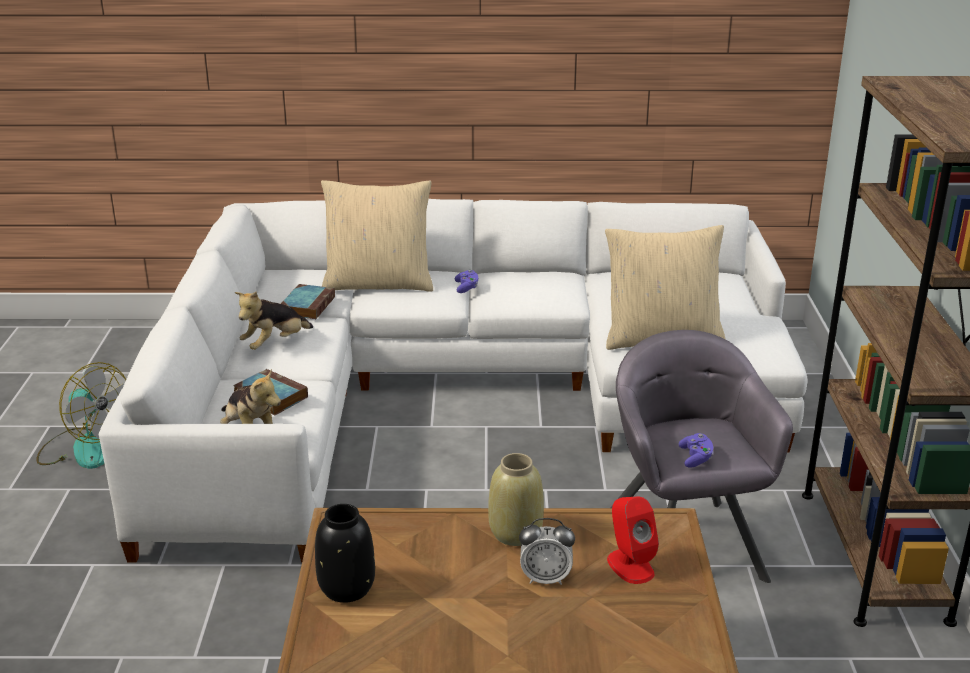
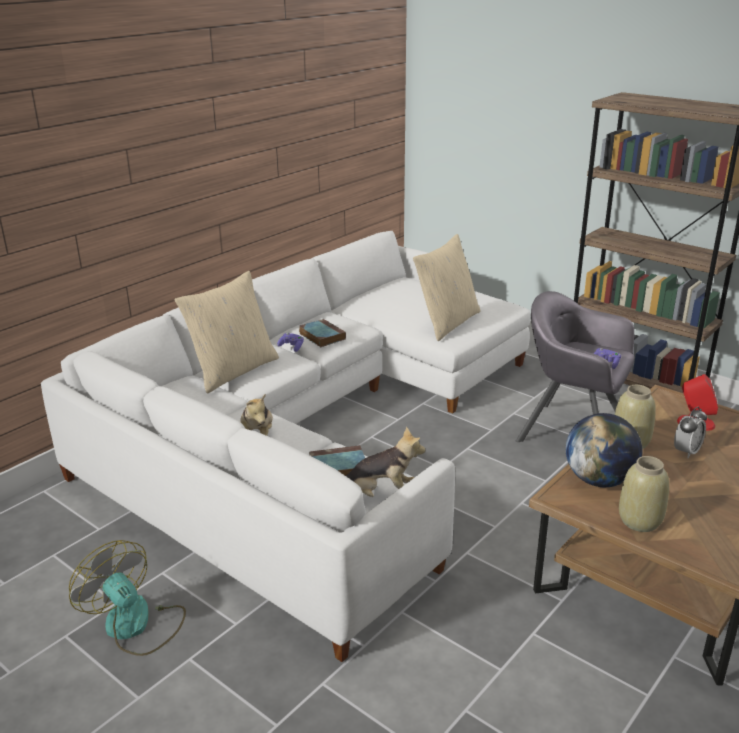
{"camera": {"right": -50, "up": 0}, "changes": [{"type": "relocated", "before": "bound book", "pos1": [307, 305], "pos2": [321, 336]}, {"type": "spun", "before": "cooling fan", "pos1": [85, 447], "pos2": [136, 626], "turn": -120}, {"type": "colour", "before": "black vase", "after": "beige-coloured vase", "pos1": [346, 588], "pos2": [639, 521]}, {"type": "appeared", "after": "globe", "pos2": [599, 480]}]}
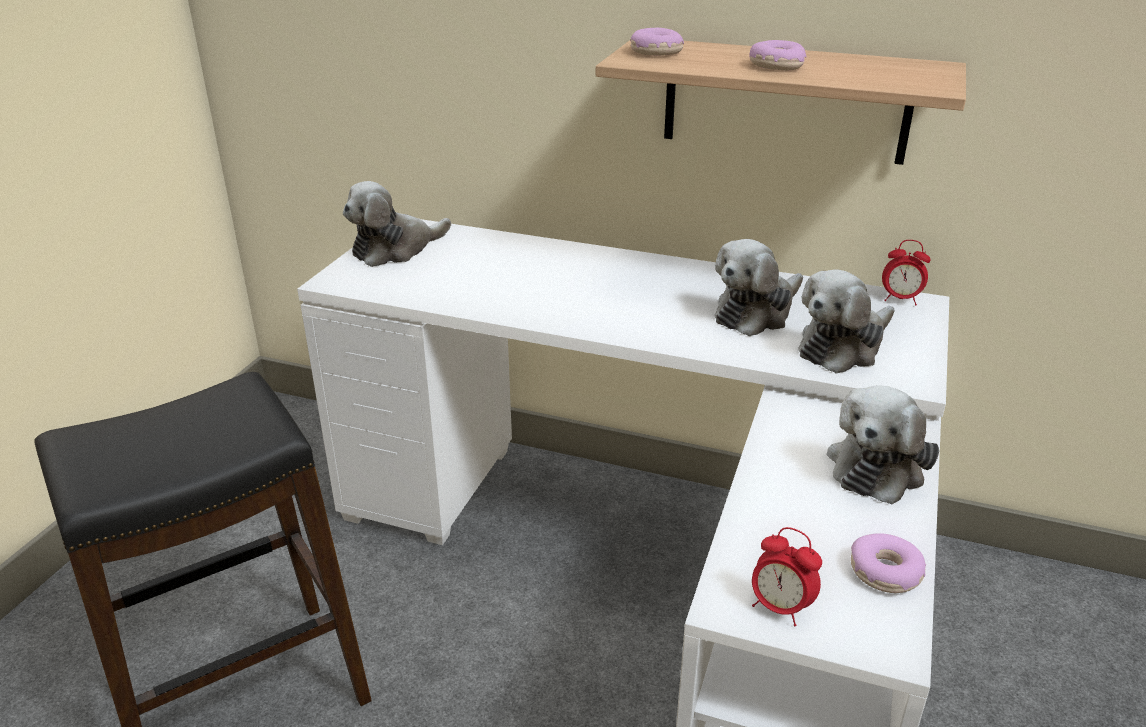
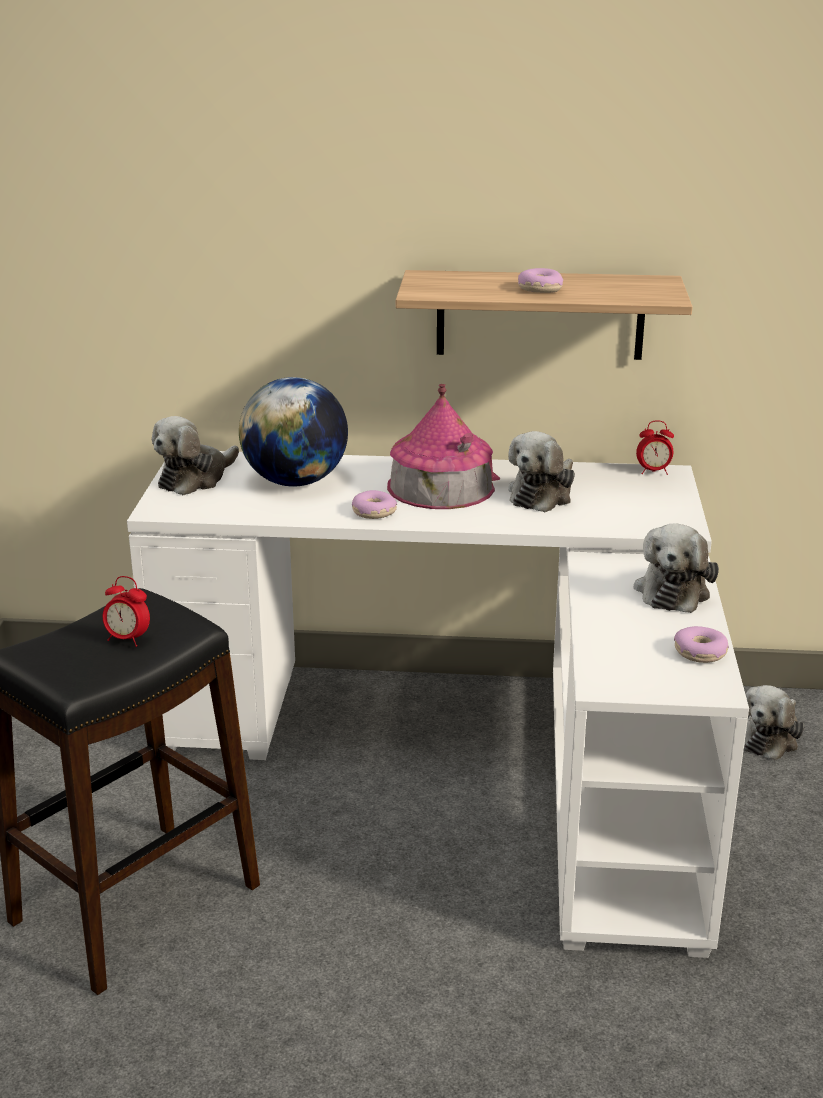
{"camera": {"right": -15, "up": -5}, "changes": [{"type": "relocated", "before": "donut", "pos1": [655, 52], "pos2": [373, 512]}, {"type": "relocated", "before": "plush toy", "pos1": [843, 347], "pos2": [769, 737]}, {"type": "relocated", "before": "table clock", "pos1": [780, 608], "pos2": [128, 639]}, {"type": "appeared", "after": "globe", "pos2": [295, 481]}, {"type": "appeared", "after": "toy house", "pos2": [441, 486]}]}
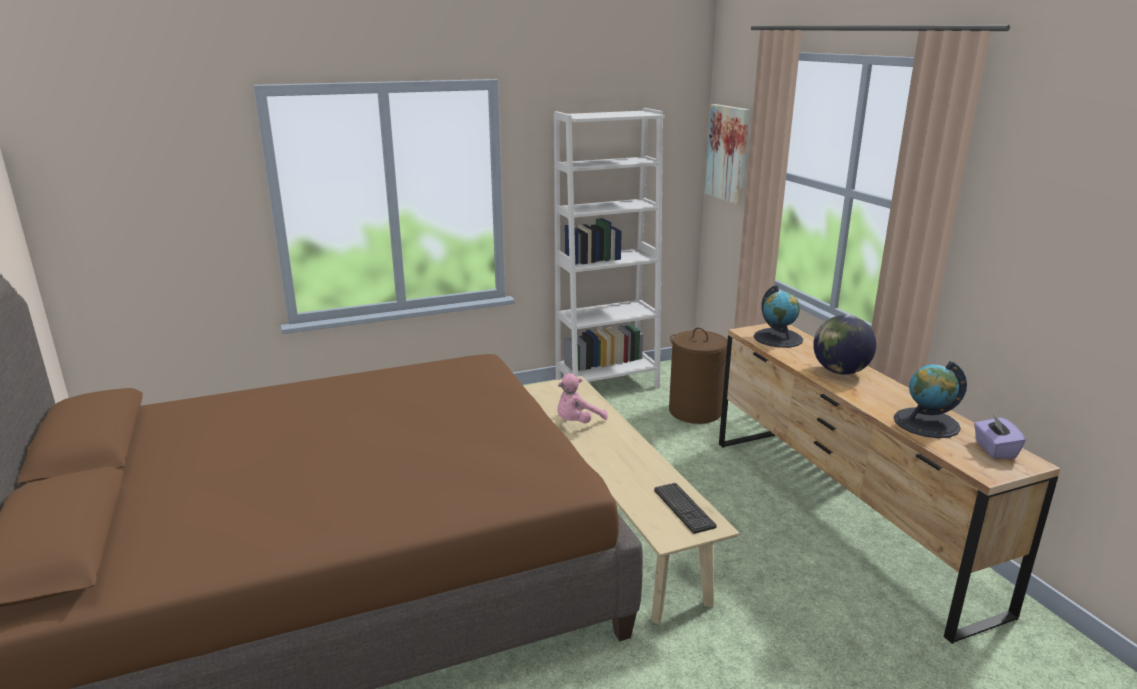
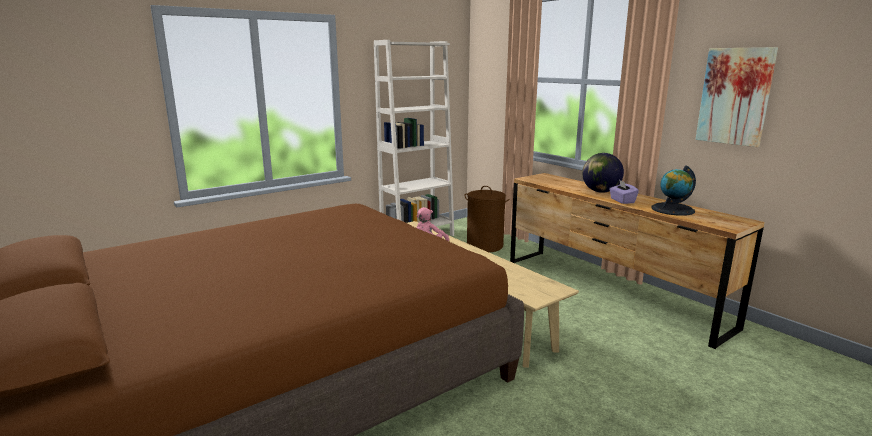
{"camera": {"right": -15, "up": -5}, "changes": [{"type": "relocated", "before": "wall picture", "pos1": [728, 153], "pos2": [735, 96]}, {"type": "missing", "before": "globe", "pos1": [778, 338]}, {"type": "relocated", "before": "purplish tissue box", "pos1": [994, 449], "pos2": [622, 201]}, {"type": "missing", "before": "PC keyboard", "pos1": [684, 508]}]}
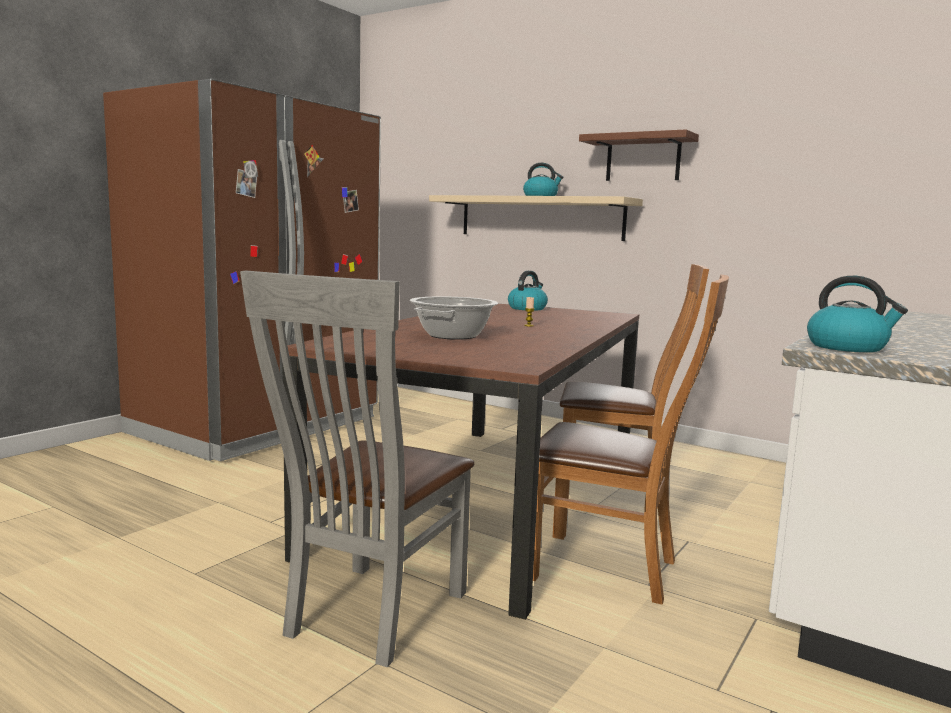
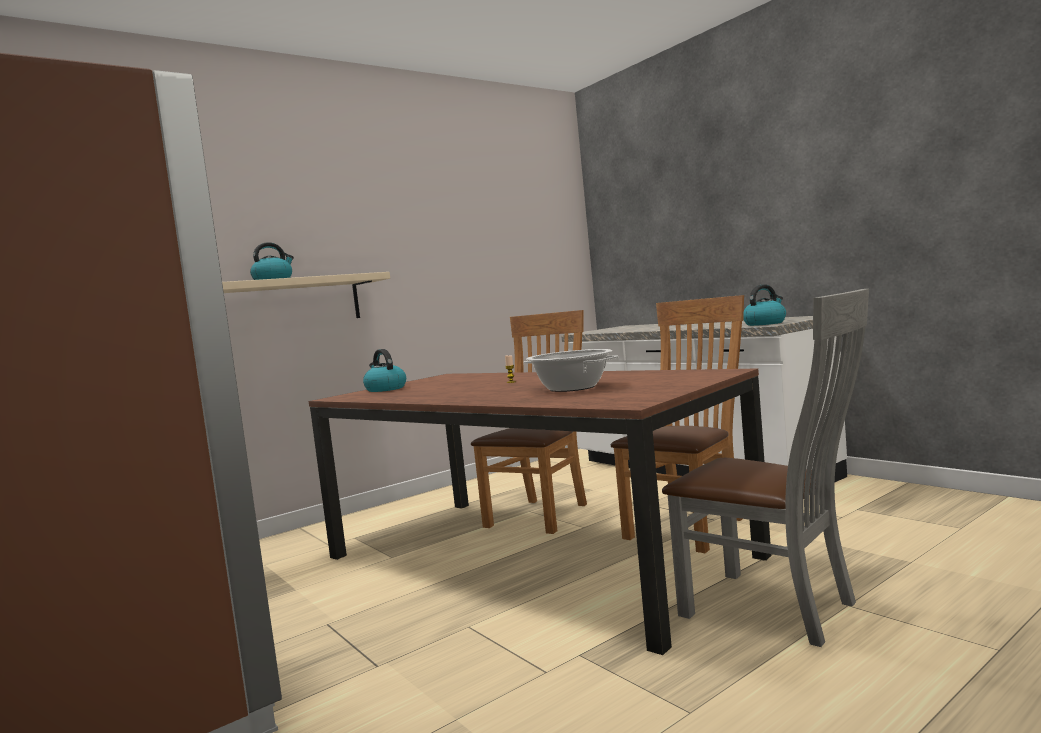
{"camera": {"right": -70, "up": -5}, "changes": [{"type": "missing", "before": "brownish shelf", "pos1": [643, 158]}]}
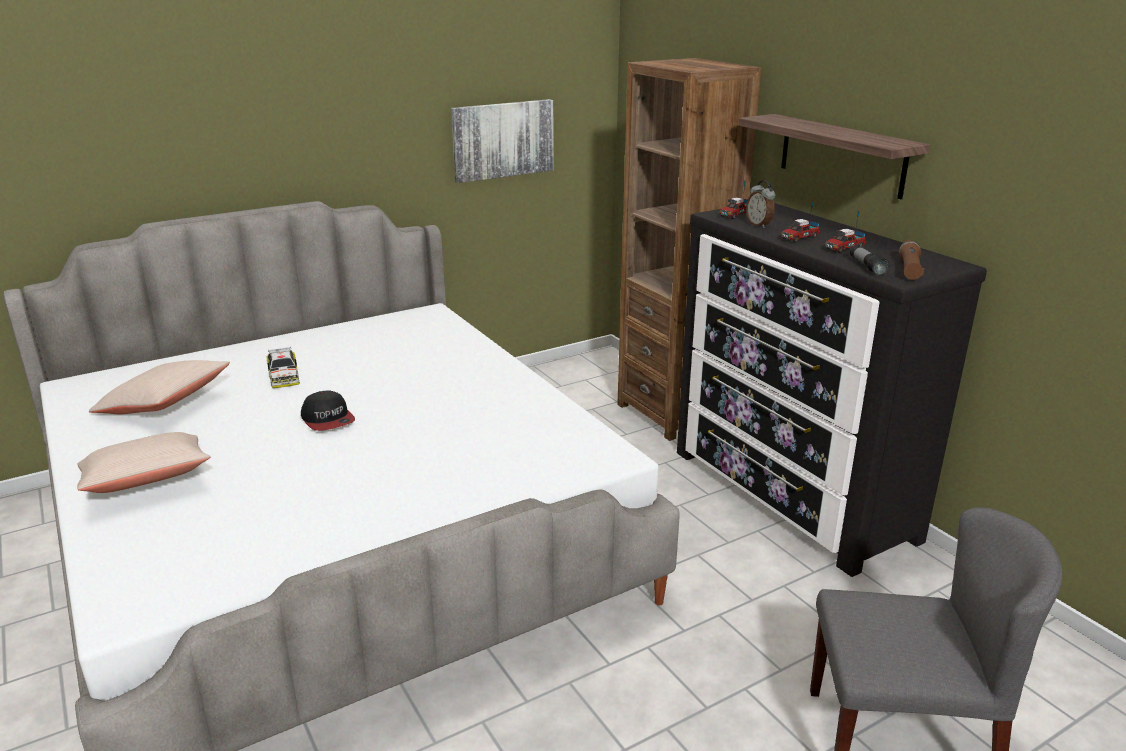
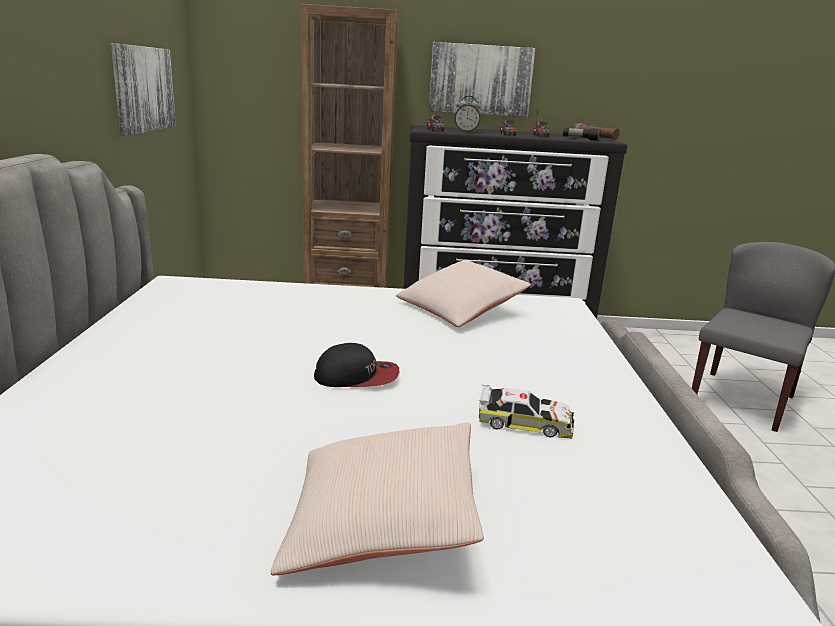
{"camera": {"right": -60, "up": -5}, "changes": [{"type": "exchanged", "before": "shelf", "after": "wall picture", "pos1": [841, 155], "pos2": [480, 80]}, {"type": "relocated", "before": "model car", "pos1": [283, 375], "pos2": [524, 423]}, {"type": "relocated", "before": "beige-coloured pillow", "pos1": [165, 404], "pos2": [460, 309]}]}
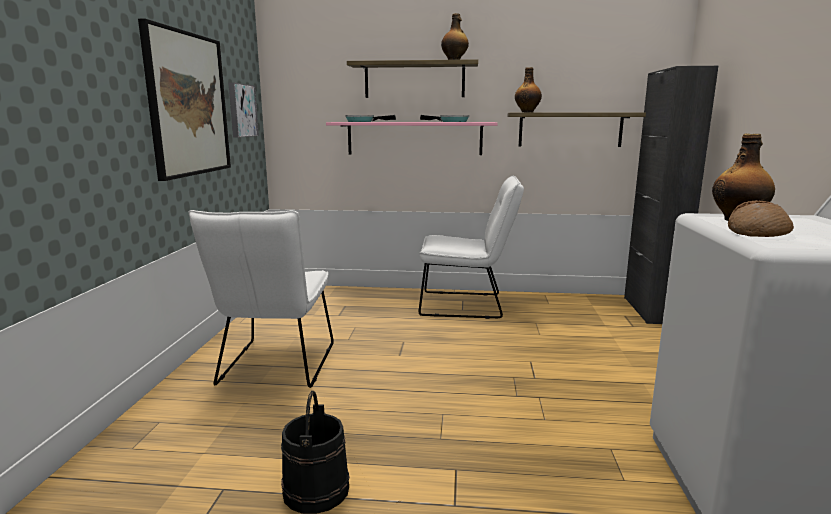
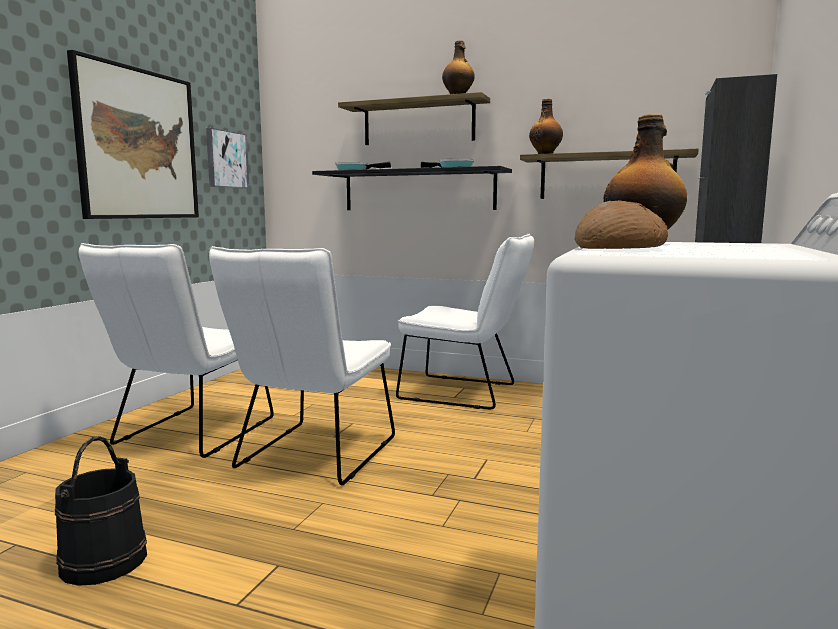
{"camera": {"right": 15, "up": -5}, "changes": [{"type": "colour", "before": "pink shelf", "after": "black shelf", "pos1": [414, 138], "pos2": [418, 190]}, {"type": "appeared", "after": "white-coloured upright chair", "pos2": [312, 457]}]}
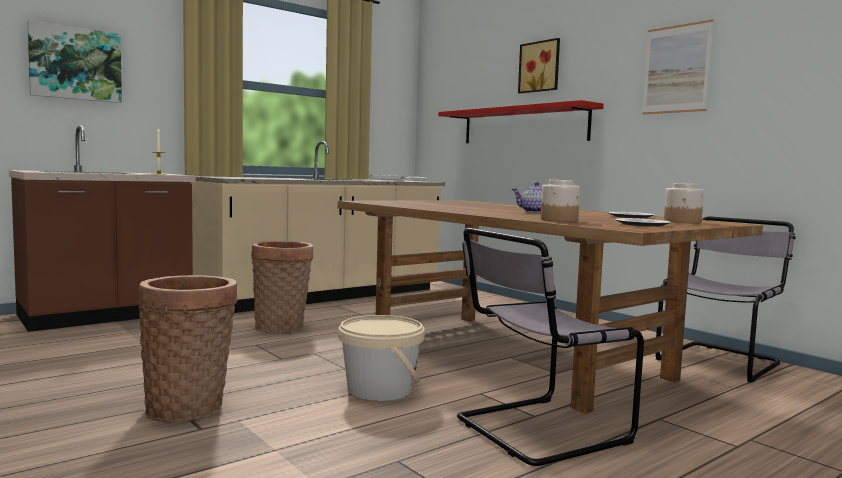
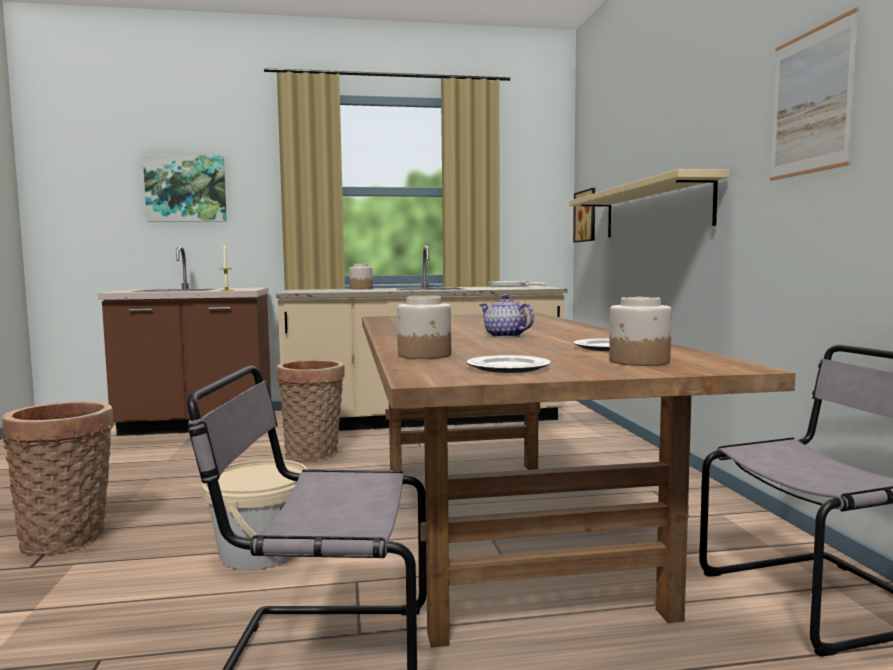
{"camera": {"right": 30, "up": 0}, "changes": [{"type": "relocated", "before": "wall picture", "pos1": [540, 67], "pos2": [587, 216]}, {"type": "colour", "before": "red shelf", "after": "beige-coloured shelf", "pos1": [523, 125], "pos2": [654, 210]}, {"type": "appeared", "after": "jar", "pos2": [361, 288]}]}
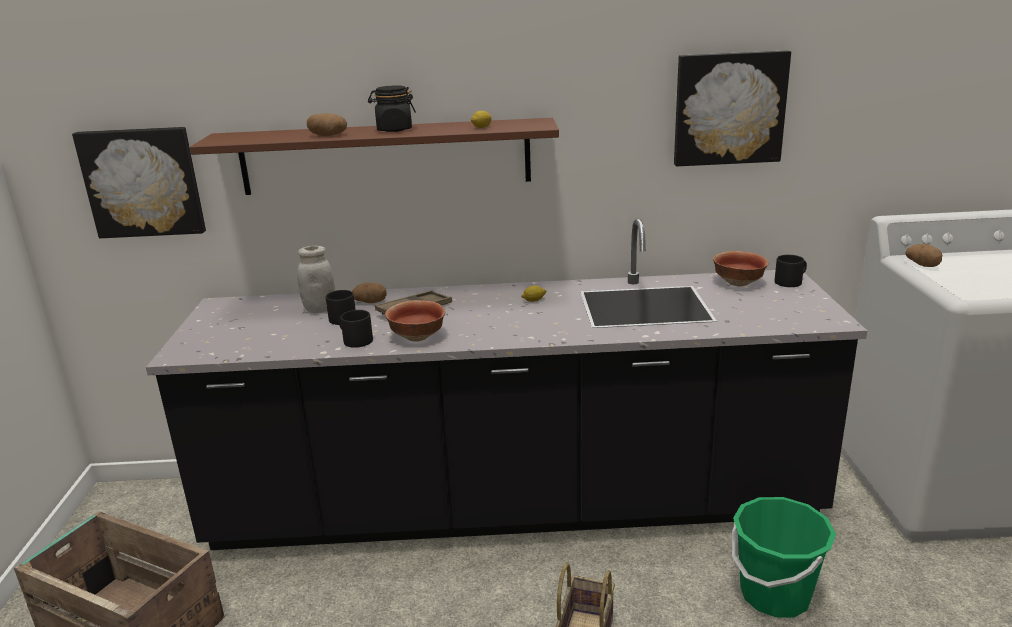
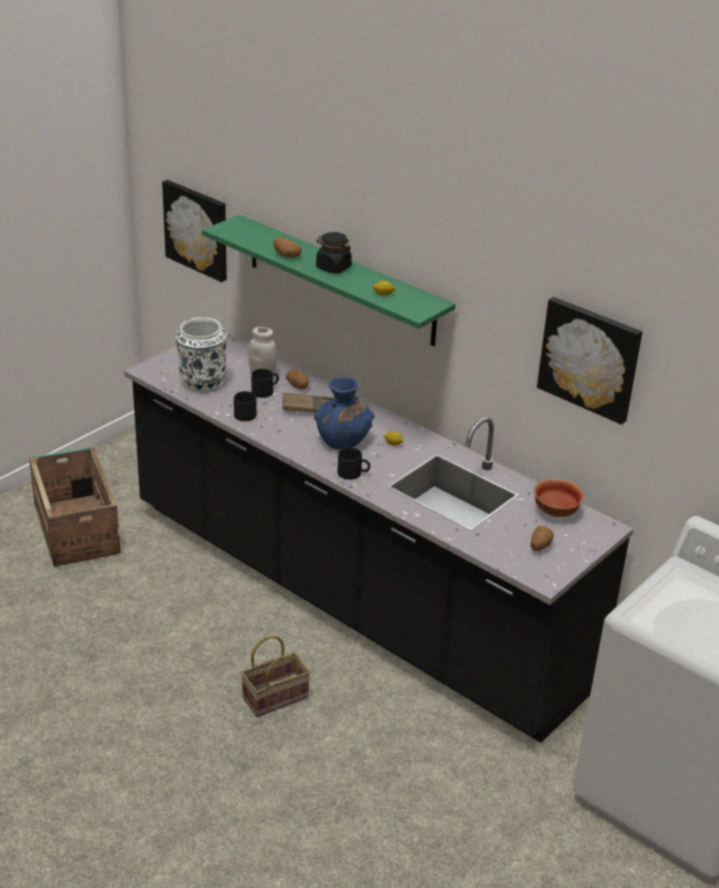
{"camera": {"right": 40, "up": 10}, "changes": [{"type": "colour", "before": "brownish shelf", "after": "green-coloured shelf", "pos1": [385, 157], "pos2": [340, 280]}, {"type": "relocated", "before": "spud", "pos1": [923, 265], "pos2": [539, 546]}, {"type": "relocated", "before": "black mug", "pos1": [791, 281], "pos2": [353, 473]}, {"type": "missing", "before": "deep dish", "pos1": [418, 336]}, {"type": "missing", "before": "green-coloured water bucket", "pos1": [774, 594]}, {"type": "appeared", "after": "white-coloured vase", "pos2": [202, 382]}, {"type": "appeared", "after": "bluish vase", "pos2": [342, 441]}]}
